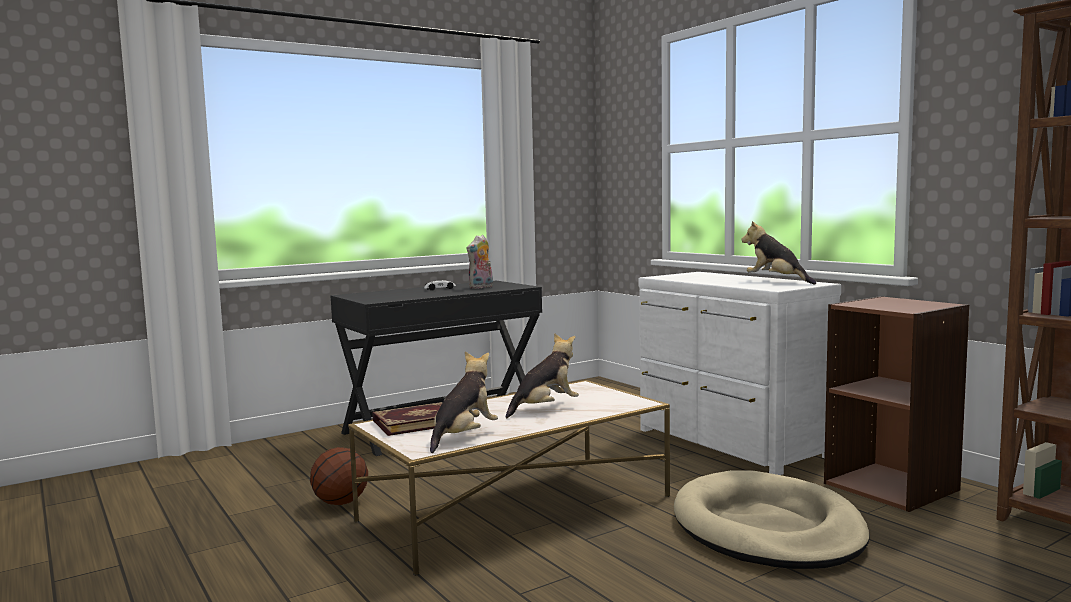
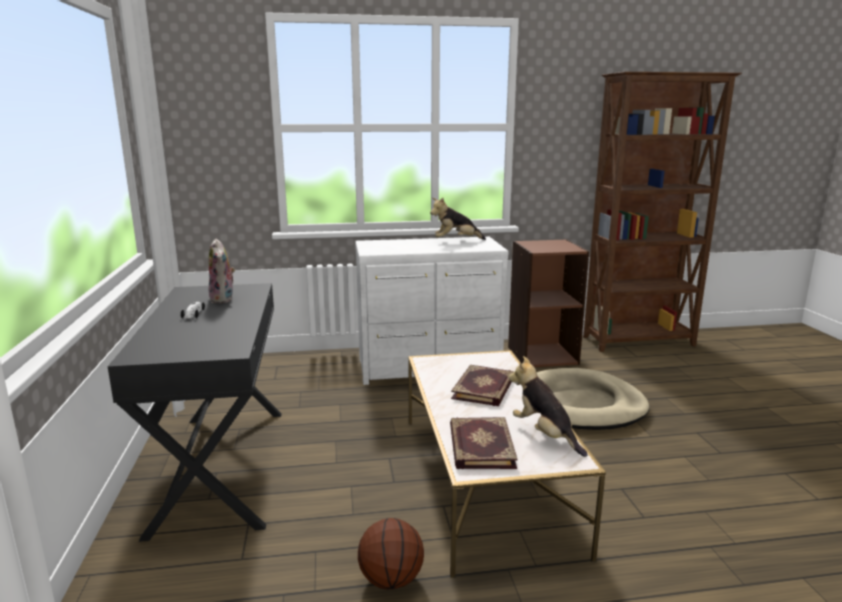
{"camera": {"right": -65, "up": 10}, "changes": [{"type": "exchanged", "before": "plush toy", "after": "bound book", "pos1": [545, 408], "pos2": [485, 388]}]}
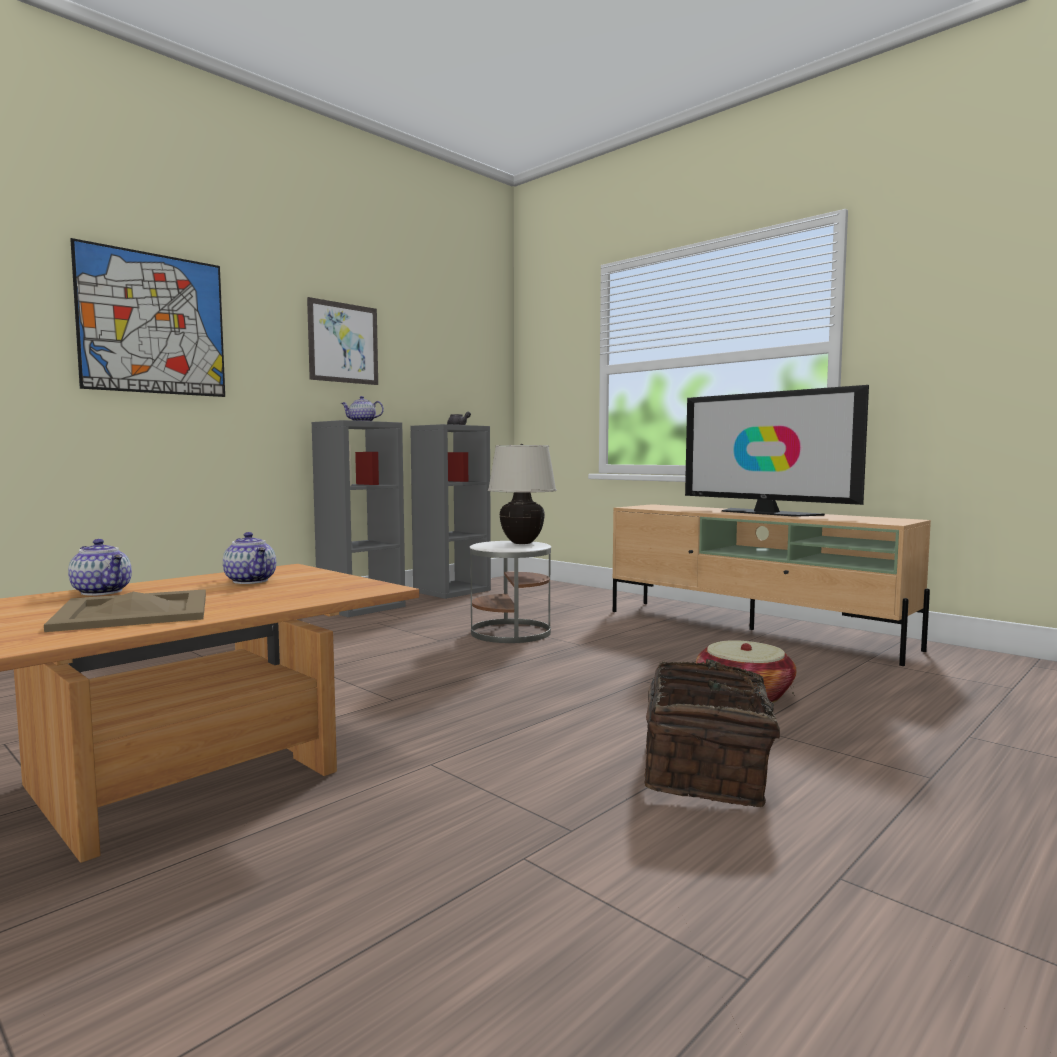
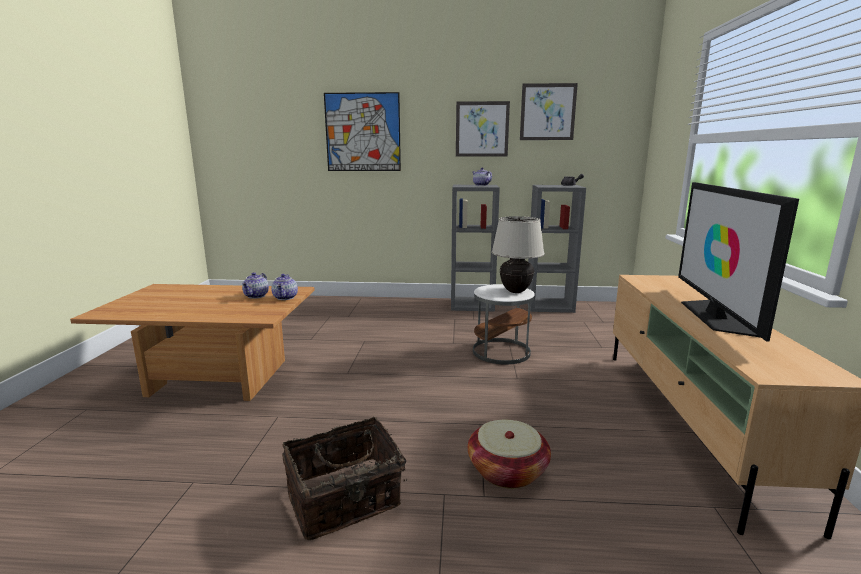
{"camera": {"right": 50, "up": 10}, "changes": [{"type": "relocated", "before": "pot for tea", "pos1": [103, 592], "pos2": [286, 298]}, {"type": "missing", "before": "beige-coloured serving tray", "pos1": [133, 611]}, {"type": "appeared", "after": "wall picture", "pos2": [547, 112]}]}
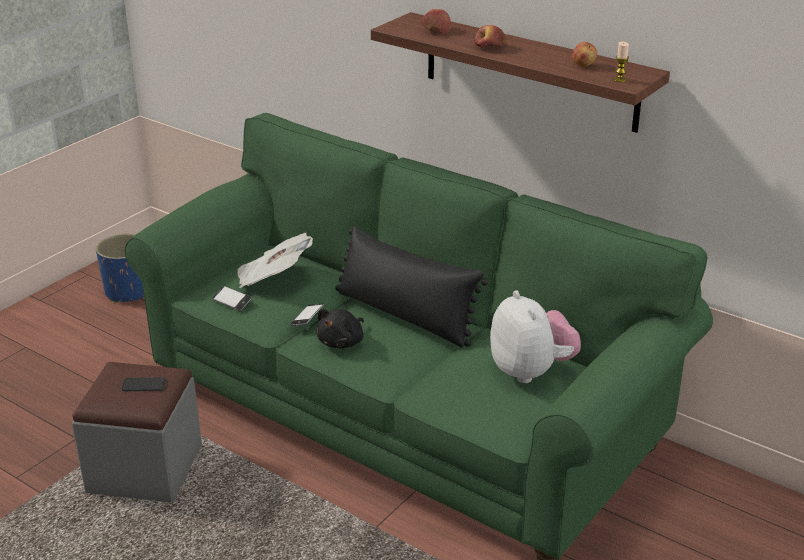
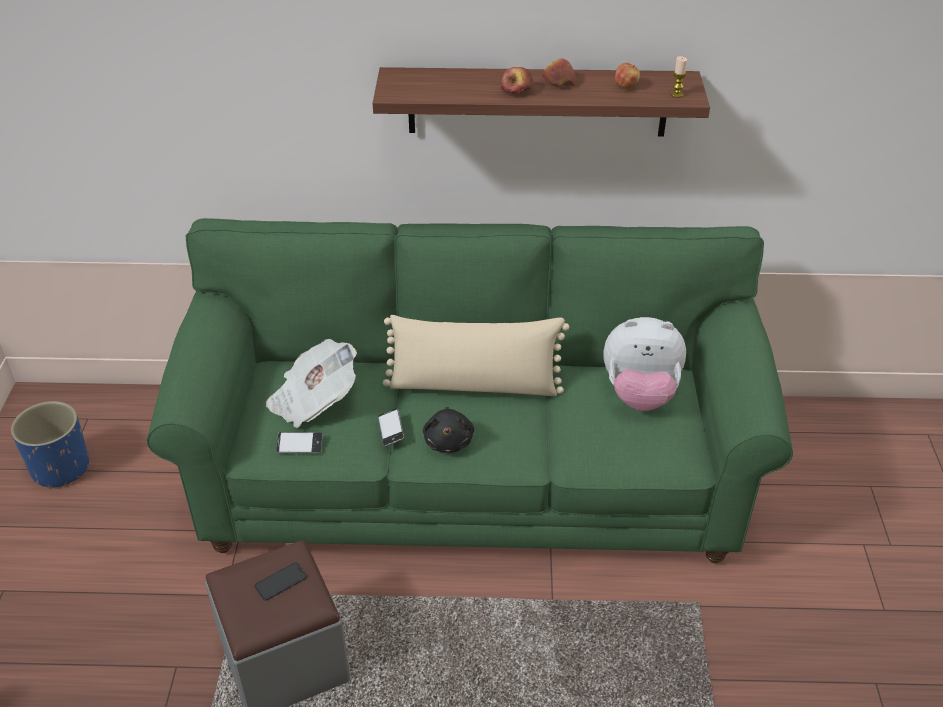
{"camera": {"right": -35, "up": 10}, "changes": [{"type": "relocated", "before": "whole apple", "pos1": [436, 30], "pos2": [558, 82]}, {"type": "colour", "before": "black pillow", "after": "beige-coloured pillow", "pos1": [405, 315], "pos2": [474, 385]}, {"type": "spun", "before": "plush toy", "pos1": [531, 371], "pos2": [640, 394], "turn": 150}]}
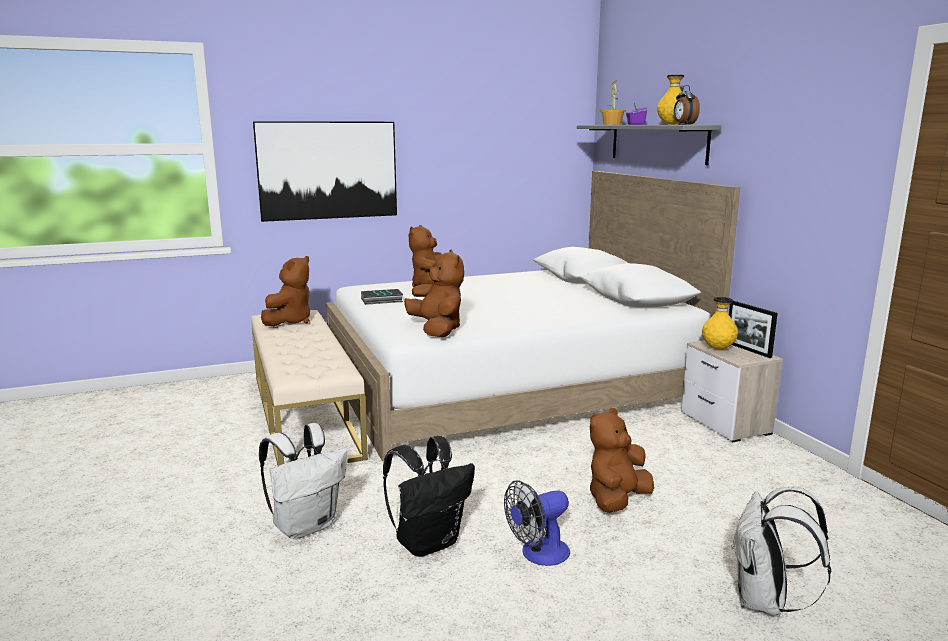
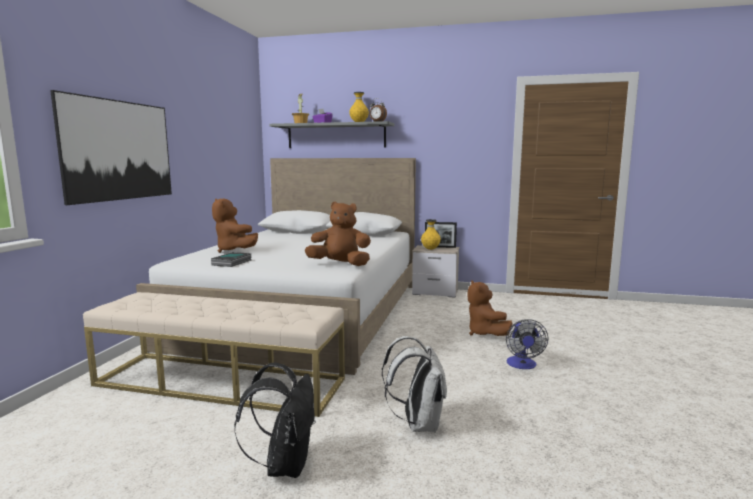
{"camera": {"right": -55, "up": -5}, "changes": [{"type": "missing", "before": "brownish plush toy", "pos1": [290, 321]}, {"type": "relocated", "before": "black backpack", "pos1": [429, 542], "pos2": [285, 465]}, {"type": "missing", "before": "white-coloured backpack", "pos1": [765, 602]}]}
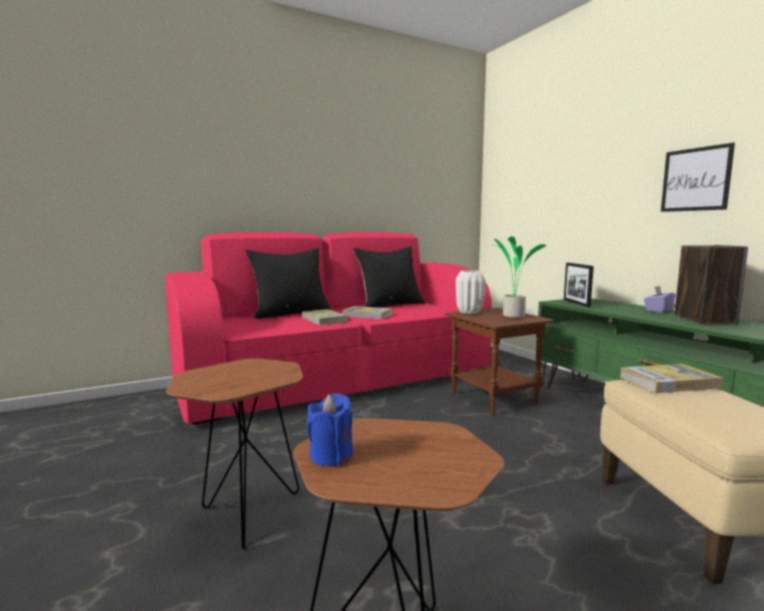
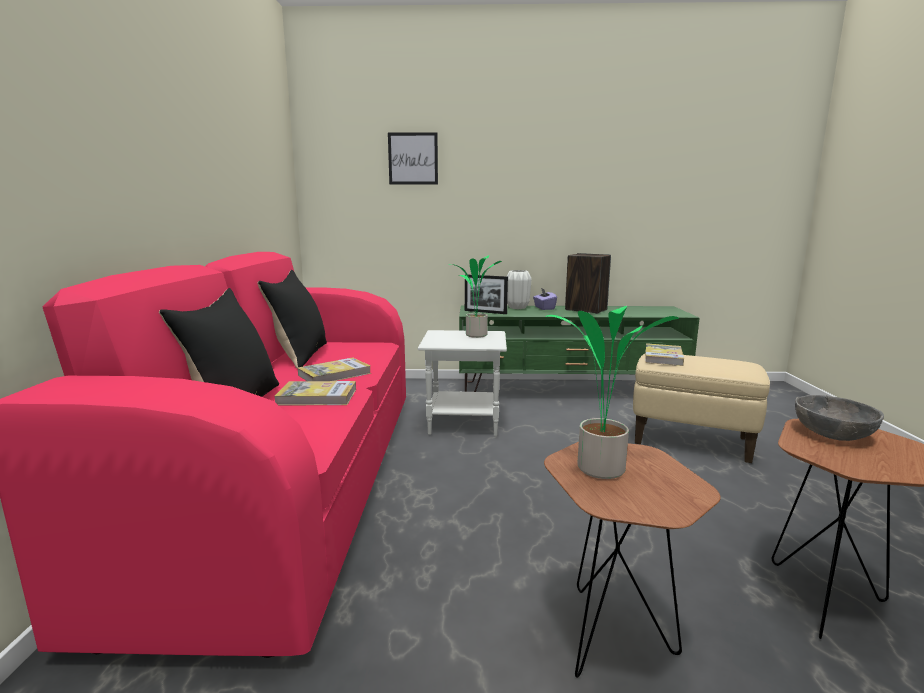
{"camera": {"right": -60, "up": 5}, "changes": [{"type": "relocated", "before": "wall picture", "pos1": [695, 179], "pos2": [413, 158]}, {"type": "relocated", "before": "white-coloured vase", "pos1": [469, 312], "pos2": [518, 307]}, {"type": "colour", "before": "brownish side table", "after": "white-coloured side table", "pos1": [494, 399], "pos2": [465, 423]}, {"type": "missing", "before": "bluish wax candle", "pos1": [331, 456]}, {"type": "appeared", "after": "plant in a pot", "pos2": [598, 470]}, {"type": "appeared", "after": "grey deep dish", "pos2": [832, 434]}]}
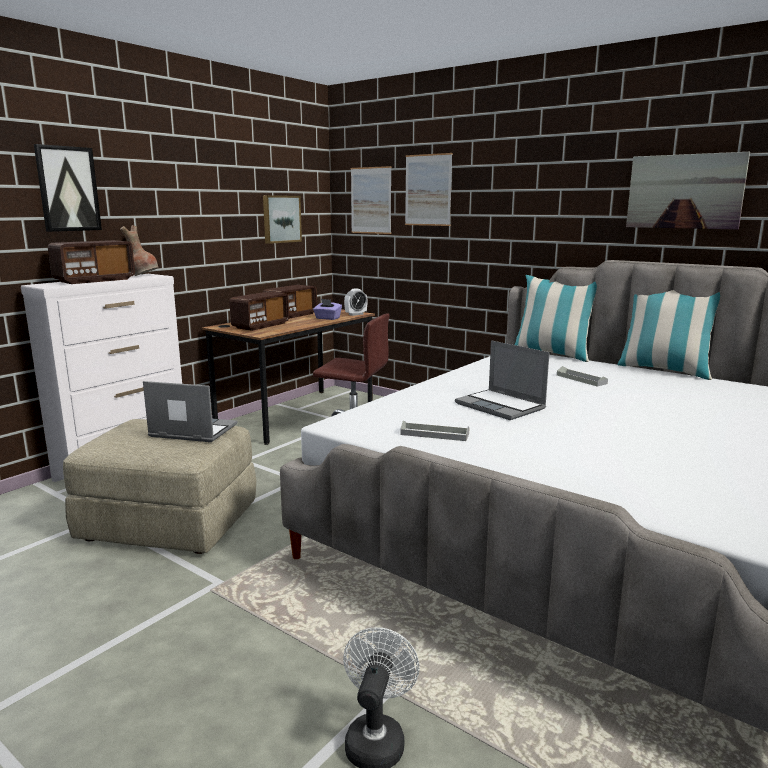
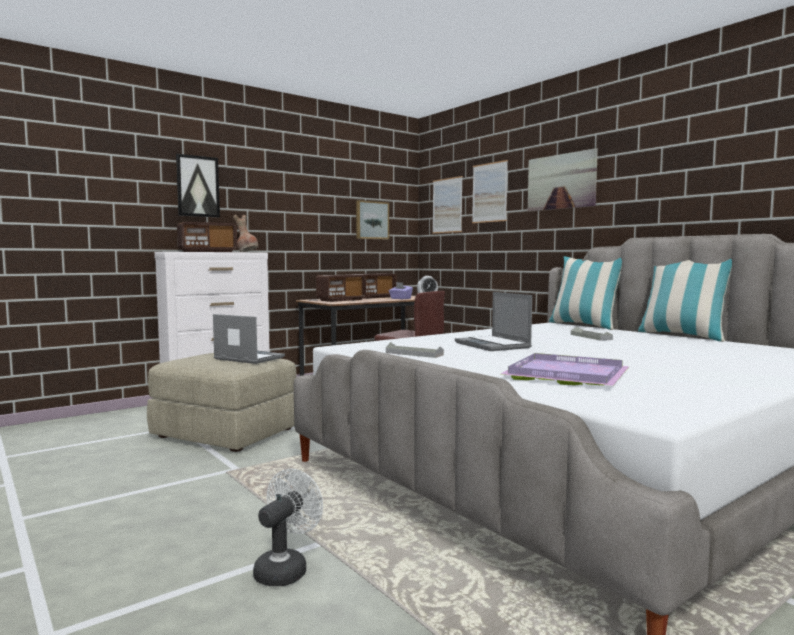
{"camera": {"right": 15, "up": -10}, "changes": [{"type": "relocated", "before": "wall picture", "pos1": [684, 191], "pos2": [561, 181]}, {"type": "appeared", "after": "purplish serving tray", "pos2": [564, 375]}]}
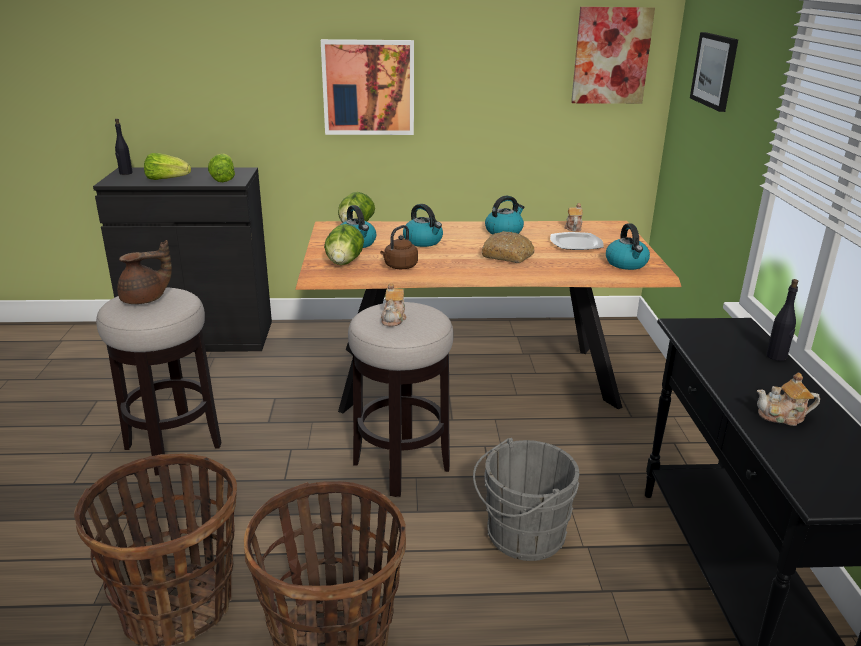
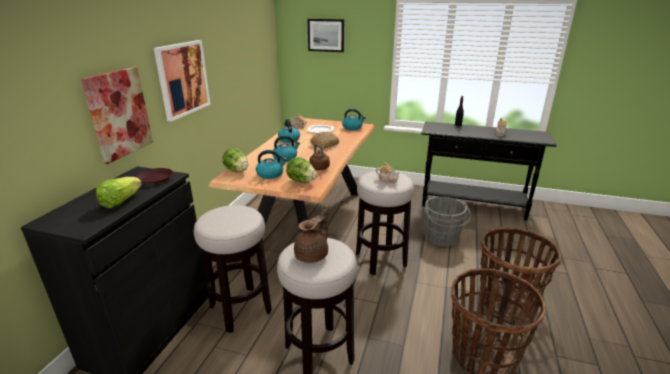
{"camera": {"right": -70, "up": 0}, "changes": [{"type": "relocated", "before": "wall picture", "pos1": [611, 56], "pos2": [119, 114]}, {"type": "missing", "before": "black bottle", "pos1": [125, 173]}, {"type": "exchanged", "before": "lettuce", "after": "brownish plate", "pos1": [223, 179], "pos2": [155, 179]}, {"type": "spun", "before": "brownish pot for tea", "pos1": [145, 299], "pos2": [313, 255], "turn": 45}, {"type": "appeared", "after": "stool seat", "pos2": [240, 309]}]}
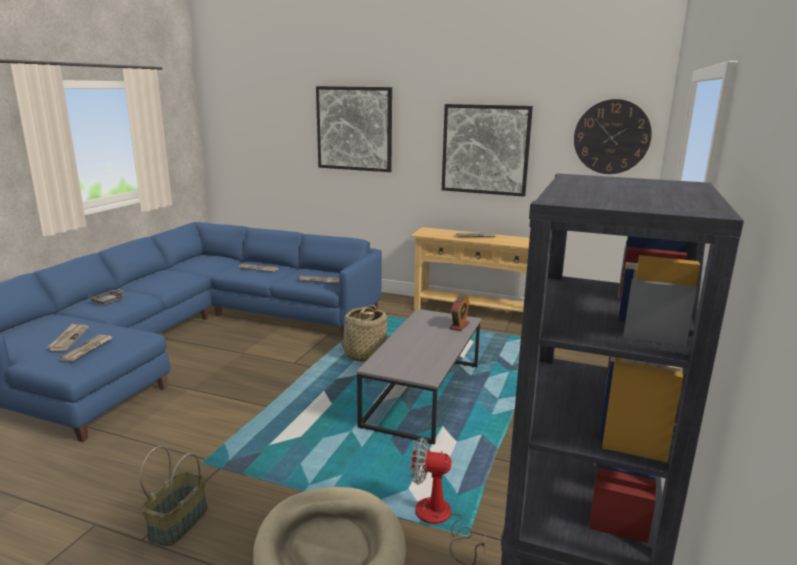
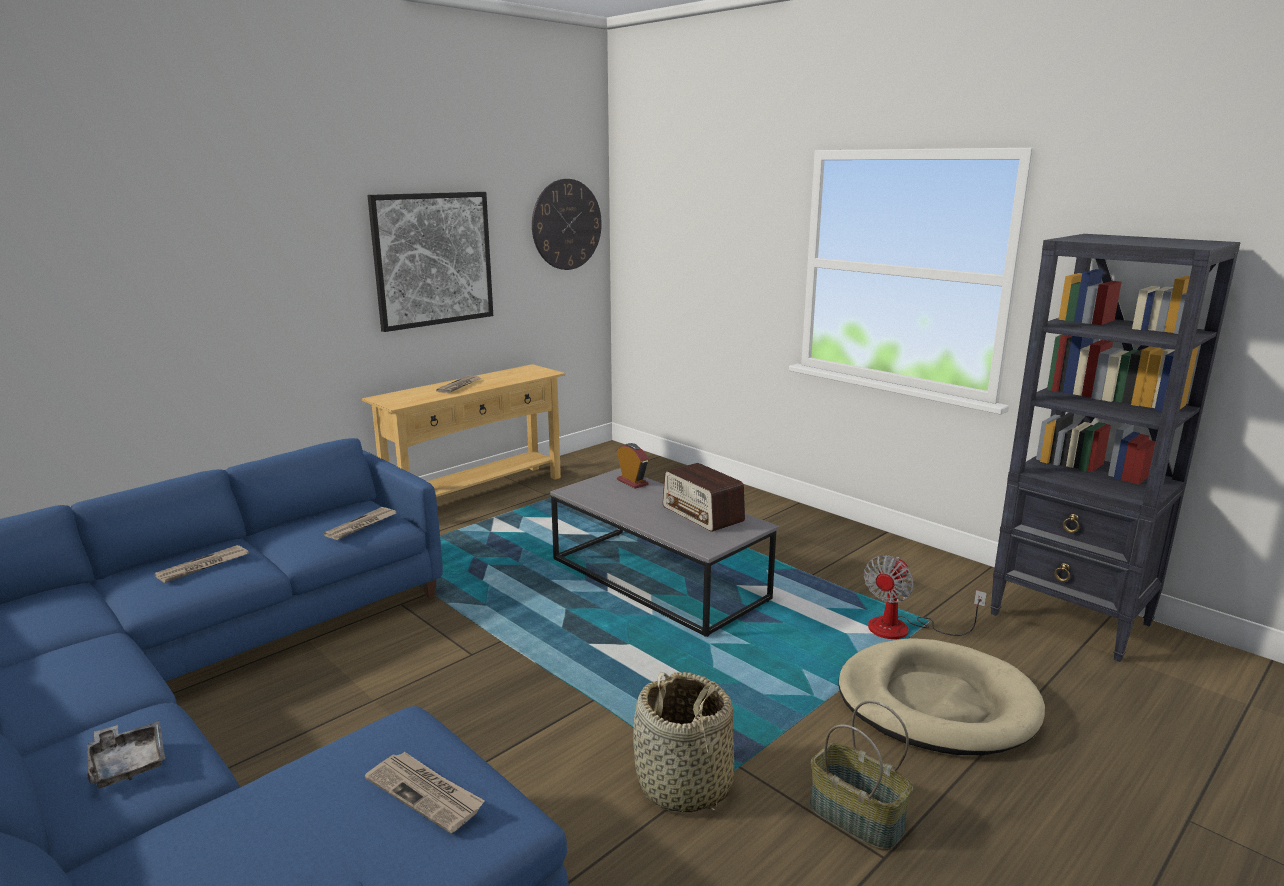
{"camera": {"right": -65, "up": 0}, "changes": [{"type": "missing", "before": "wall picture", "pos1": [354, 129]}, {"type": "relocated", "before": "household basket", "pos1": [364, 355], "pos2": [684, 785]}, {"type": "missing", "before": "printed paper", "pos1": [69, 339]}, {"type": "appeared", "after": "radio receiver", "pos2": [703, 514]}]}
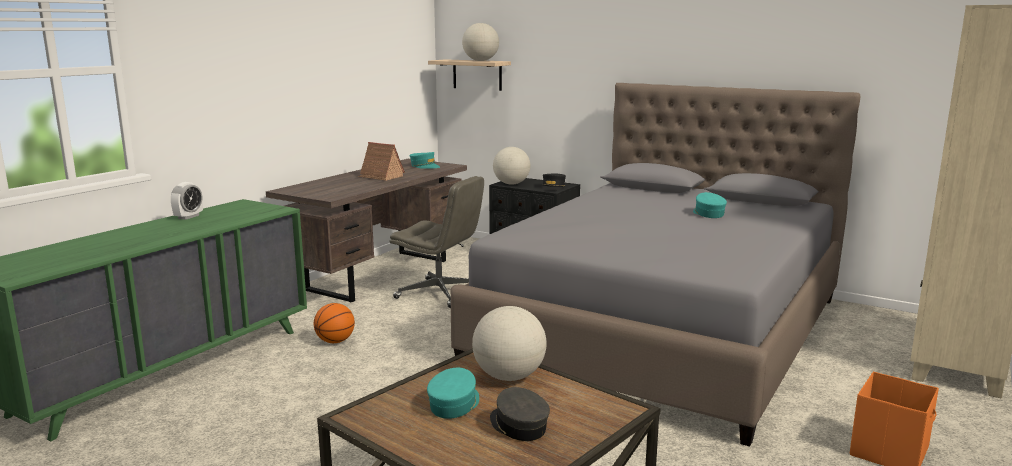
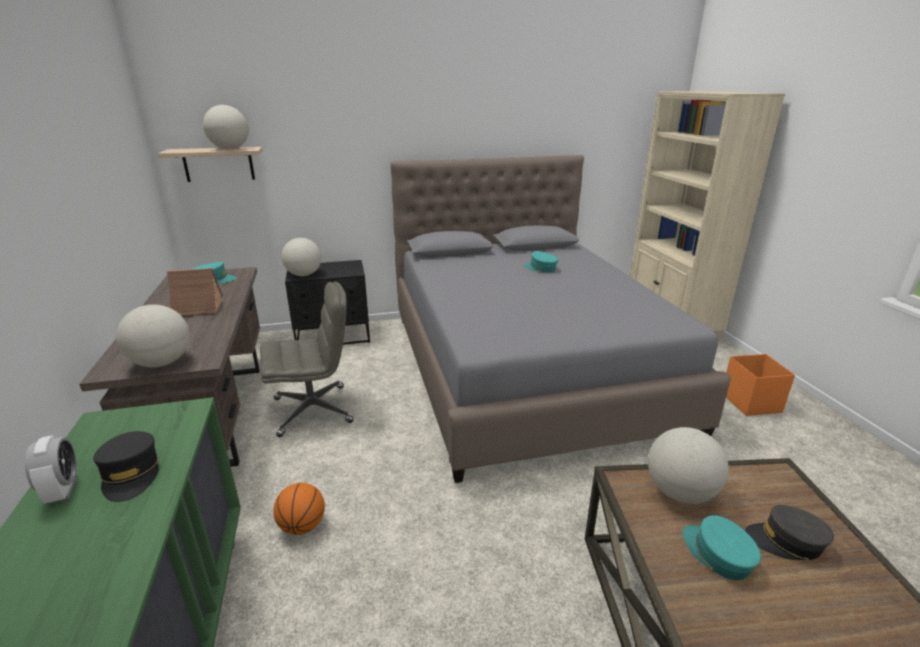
{"camera": {"right": -45, "up": 10}, "changes": [{"type": "relocated", "before": "black baseball cap", "pos1": [553, 187], "pos2": [131, 474]}, {"type": "appeared", "after": "globe", "pos2": [161, 363]}]}
